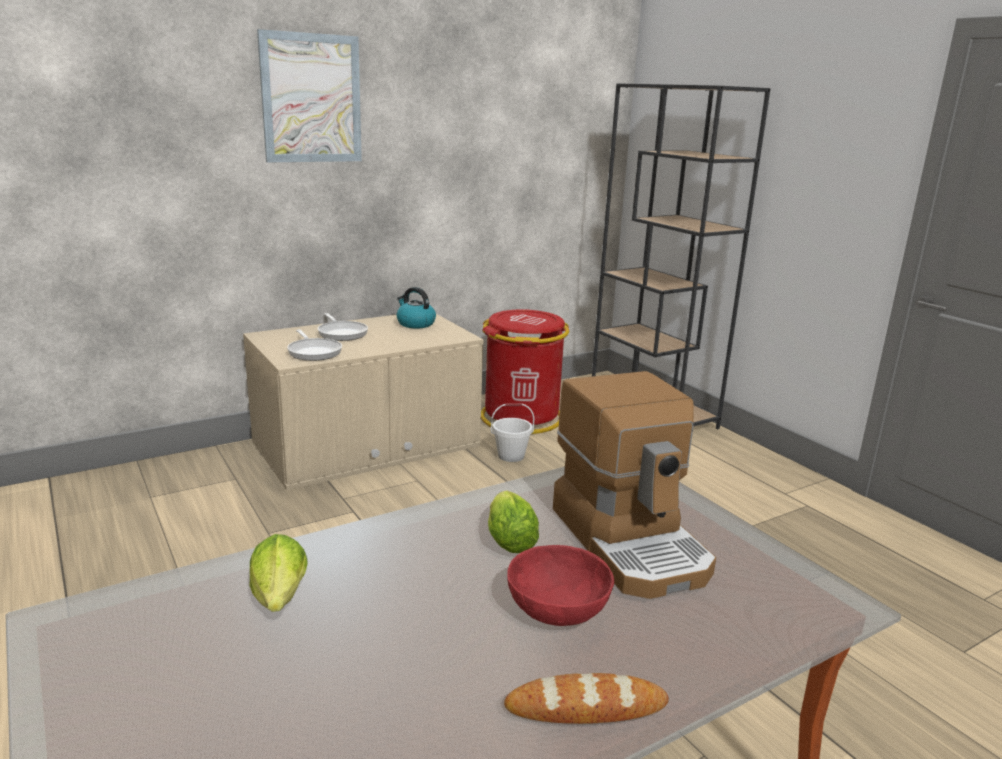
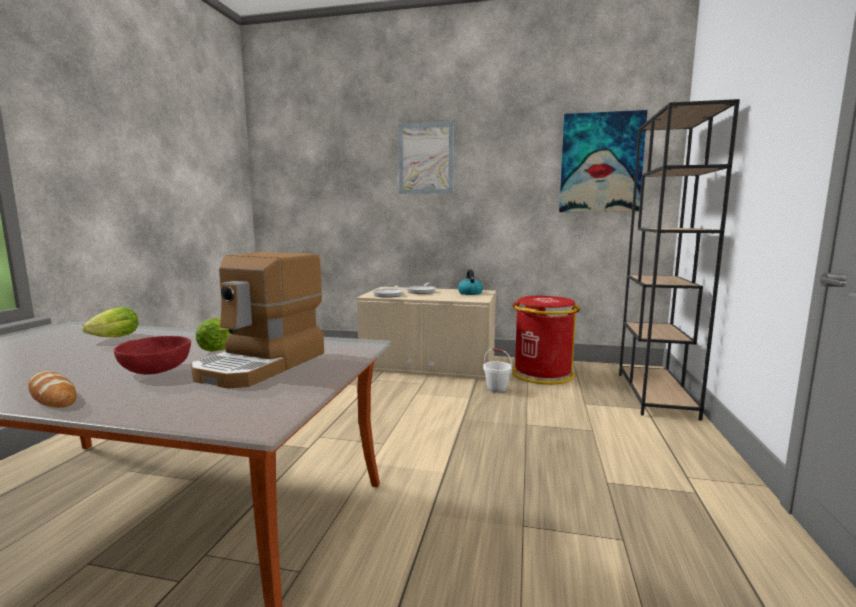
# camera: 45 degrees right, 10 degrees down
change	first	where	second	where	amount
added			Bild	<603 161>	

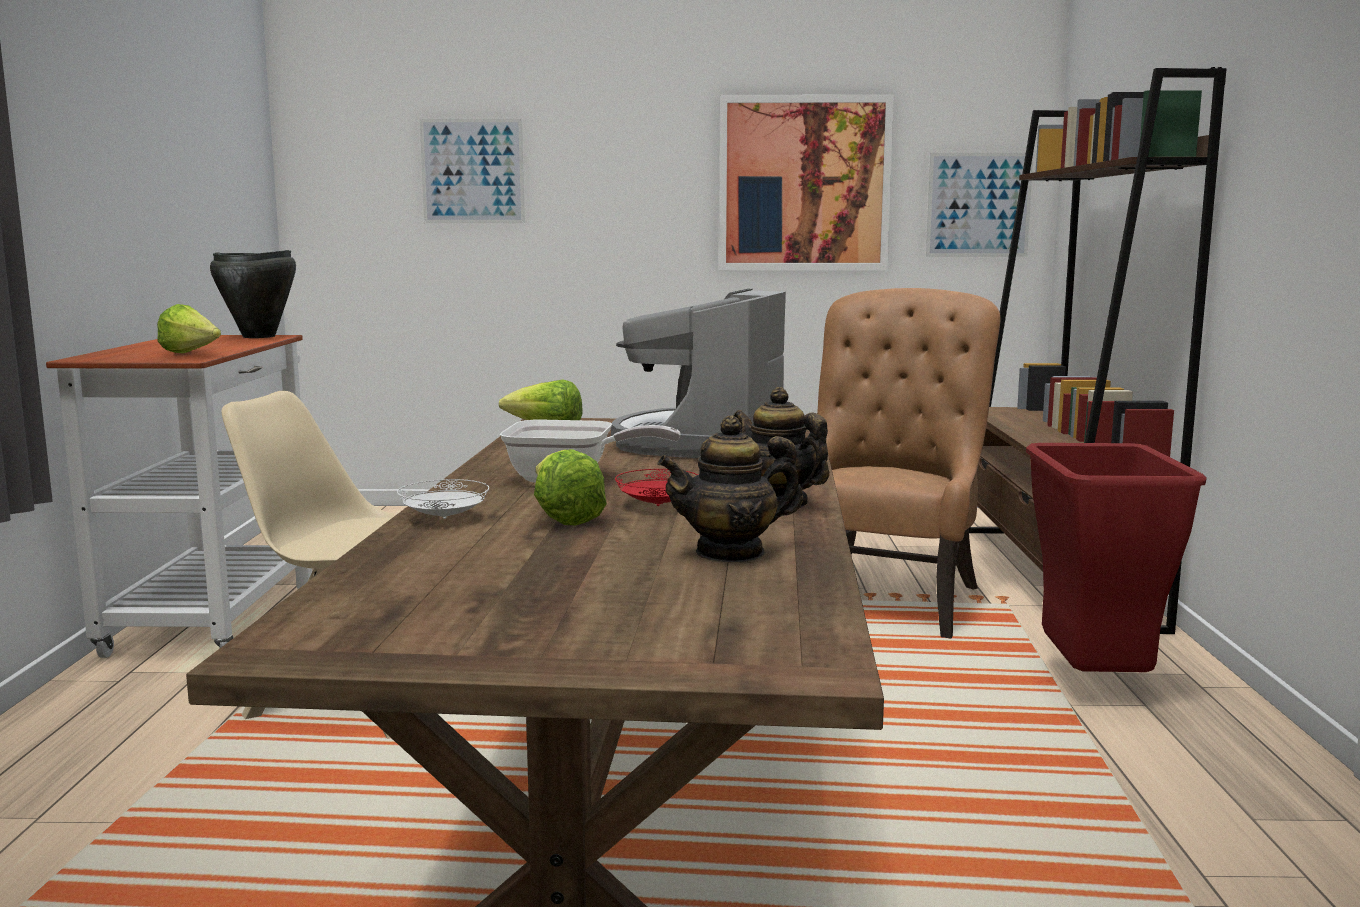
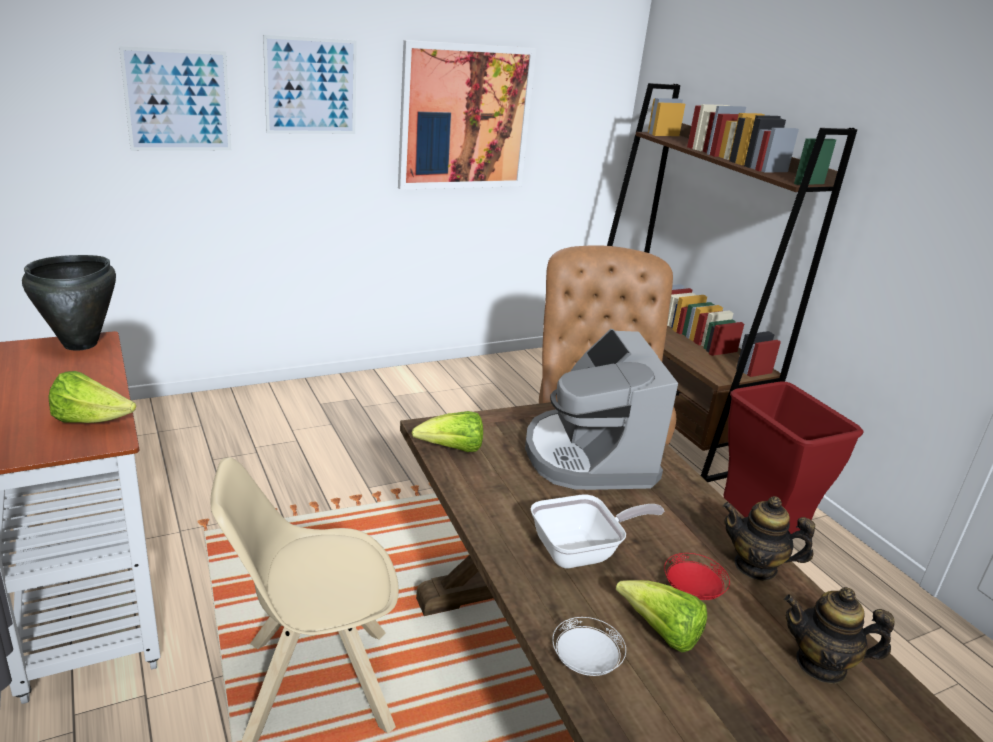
# camera: 30 degrees left, 15 degrees up
change	first	where	second	where	amount
moved	Bild	<979 205>		<310 84>	
turned	Teekanne	<730 489>		<839 635>	60 degrees clockwise

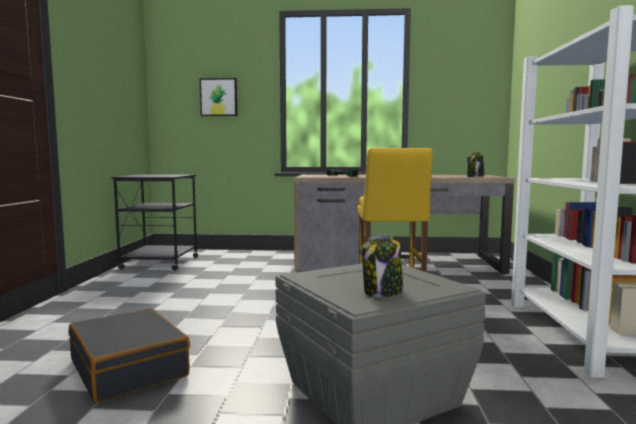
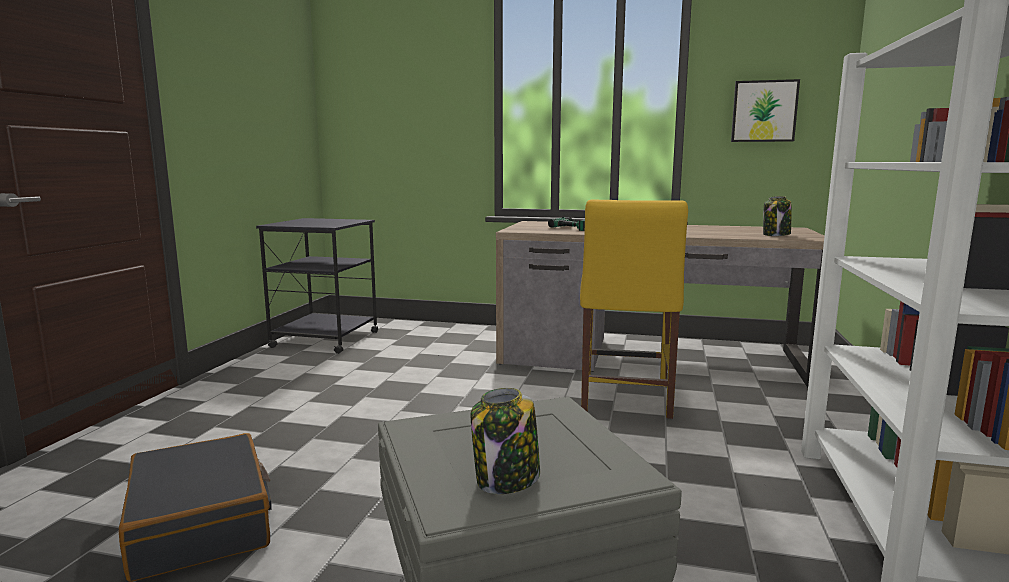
# camera: 10 degrees right, 5 degrees up
change	first	where	second	where	amount
moved	Bild	<218 97>		<765 110>	

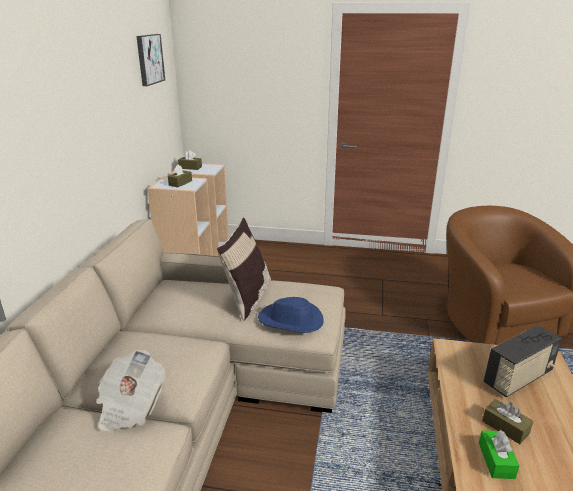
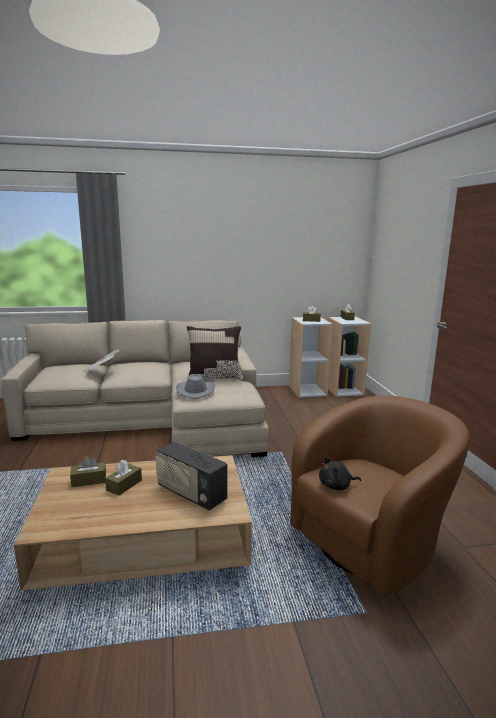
# camera: 70 degrees right, 10 degrees down
change	first	where	second	where	amount
removed	Bild	<150 60>			
added			Plüschtier (schwarz)	<340 473>	
recoloured	Hut (blau)	<291 315>	Hut (grau)	<195 386>	
recoloured	Taschentuchbox (grün)	<499 454>	Taschentuchbox (braun)	<88 472>	

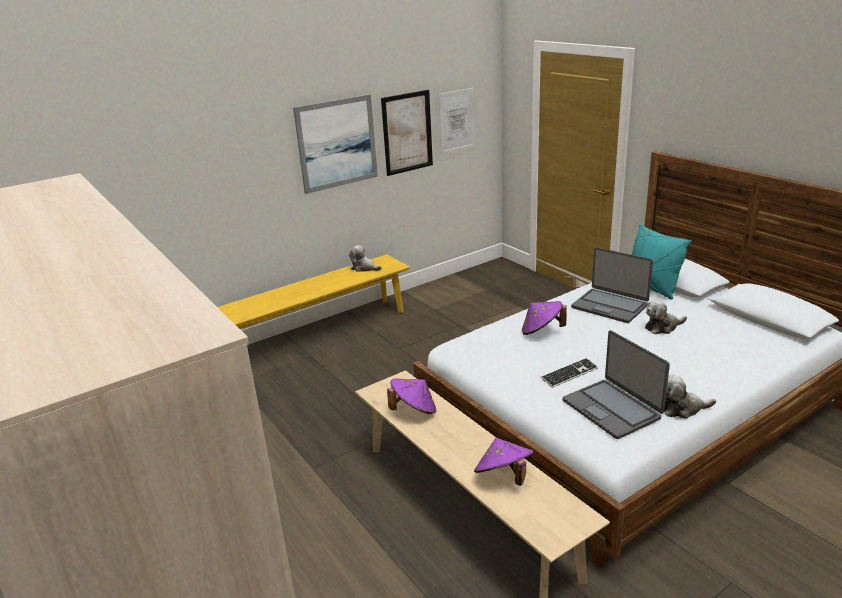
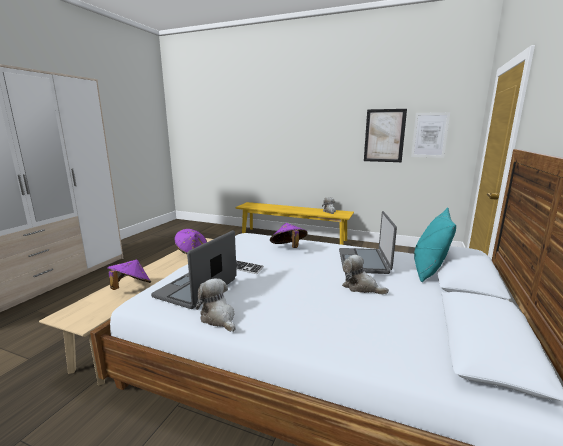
# camera: 55 degrees right, 10 degrees down
change	first	where	second	where	amount
removed	Bild	<335 144>			

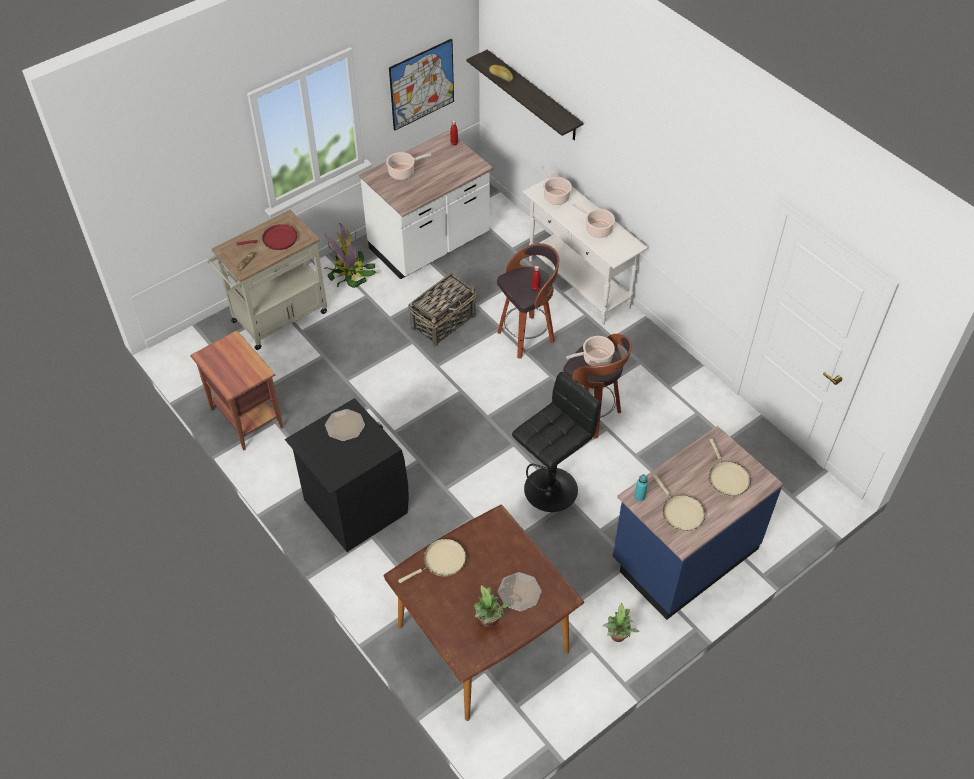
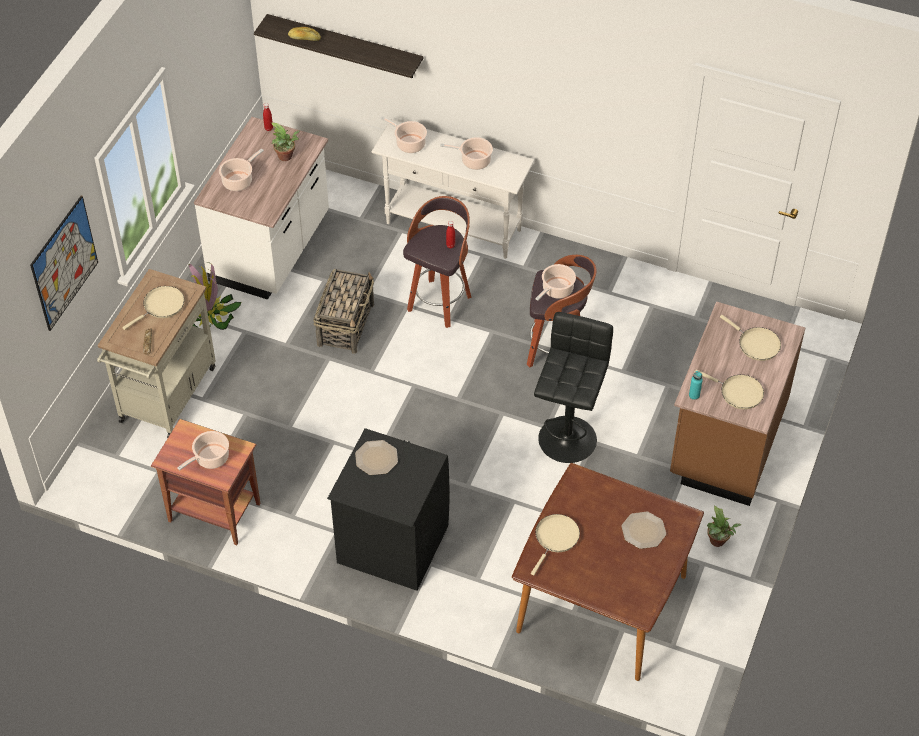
# camera: 30 degrees left, 0 degrees up
change	first	where	second	where	amount
added			Kochtopf	<203 450>	
moved	Bild	<421 85>		<64 263>	
moved	Topfpflanze	<492 606>		<285 142>	
recoloured	Pfanne (rot)	<266 237>	Pfanne (beige)	<153 308>	
recoloured	Küchenzeile (blau)	<698 523>	Küchenzeile (braun)	<737 404>	

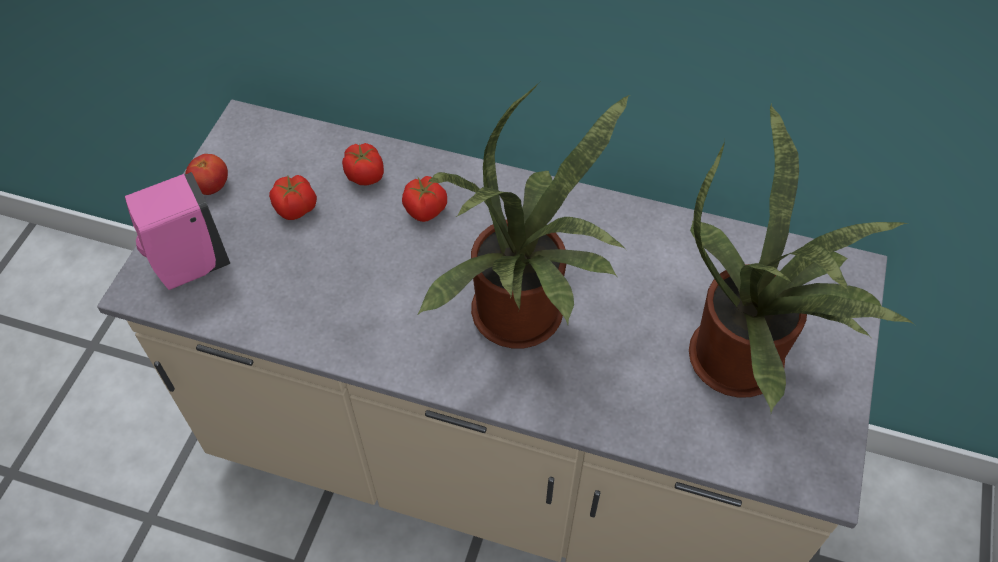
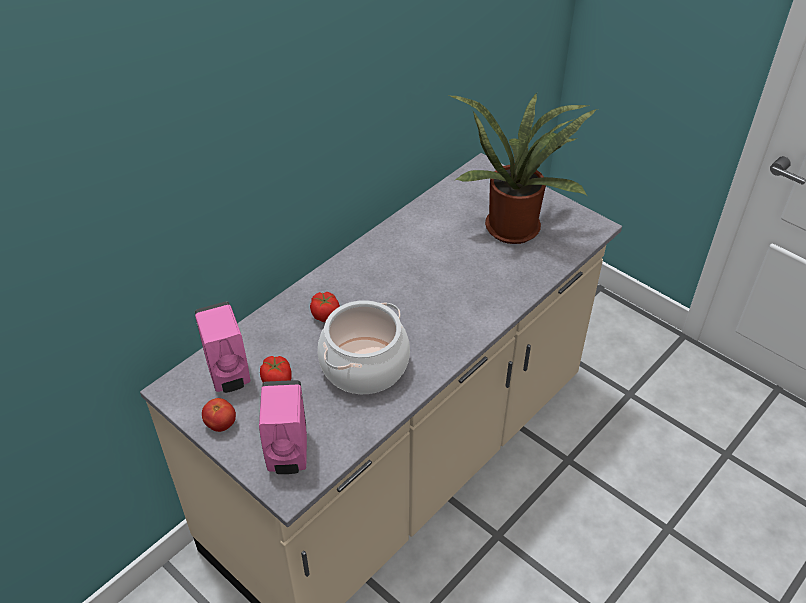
# camera: 65 degrees left, 10 degrees down
change	first	where	second	where	amount
removed	Tomate	<363 164>			
removed	Topfpflanze	<524 216>			
added			Seifenspender (rosa)	<223 347>	
added			Kochtopf	<364 347>	

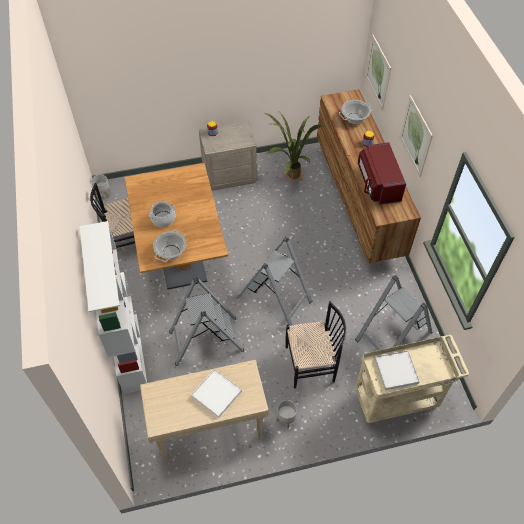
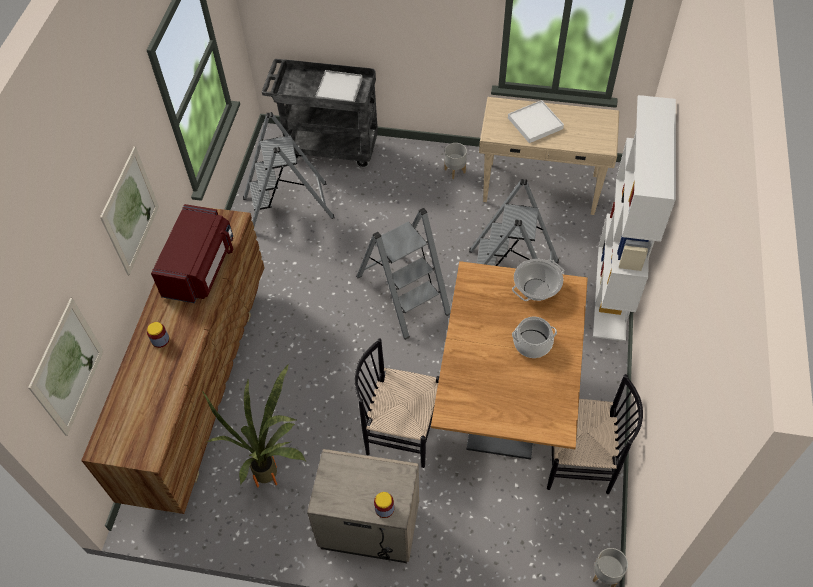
# camera: 155 degrees left, 0 degrees up
change	first	where	second	where	amount
removed	Kochtopf	<356 112>			
moved	Stuhl (schwarz)	<316 344>		<396 403>	
recoloured	Rollwagen (beige)	<412 379>	Rollwagen (schwarz)	<320 113>	

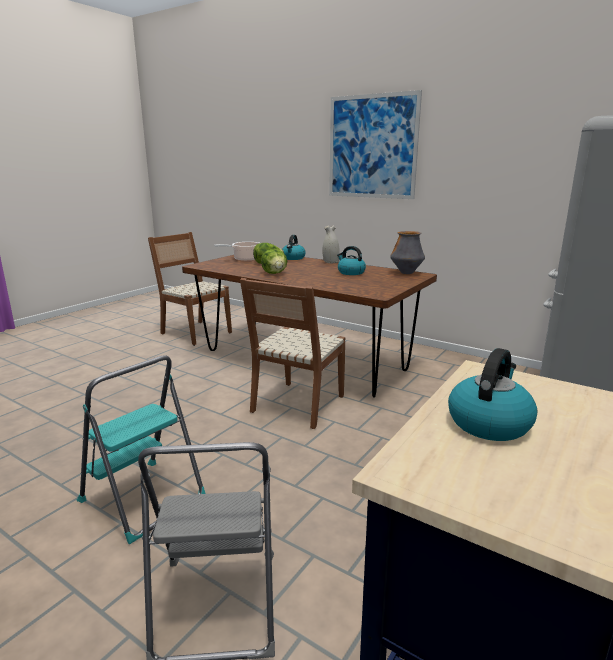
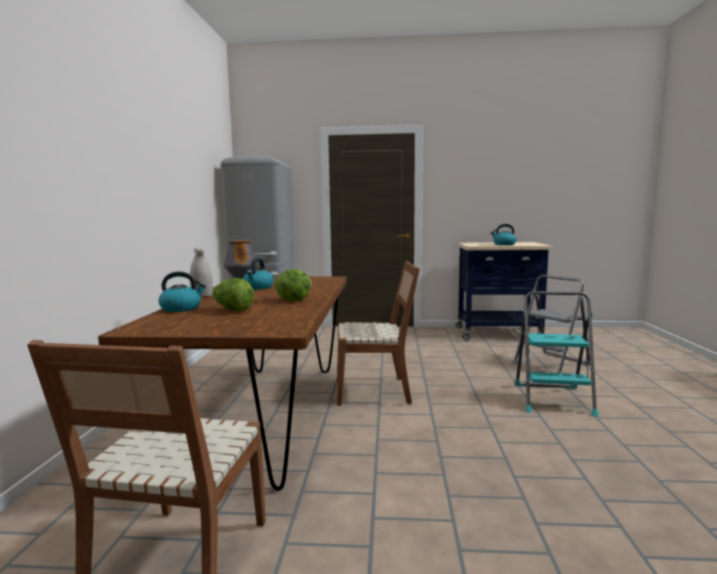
# camera: 120 degrees left, 10 degrees down
change	first	where	second	where	amount
removed	Kochtopf	<236 251>			
removed	Bild	<375 144>			

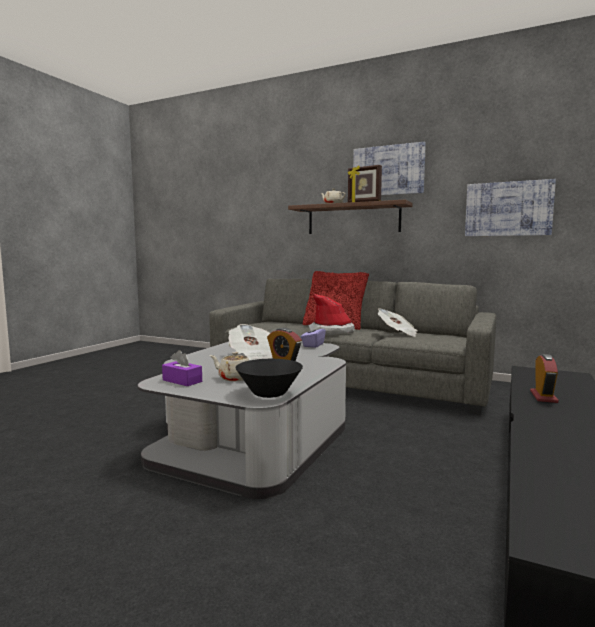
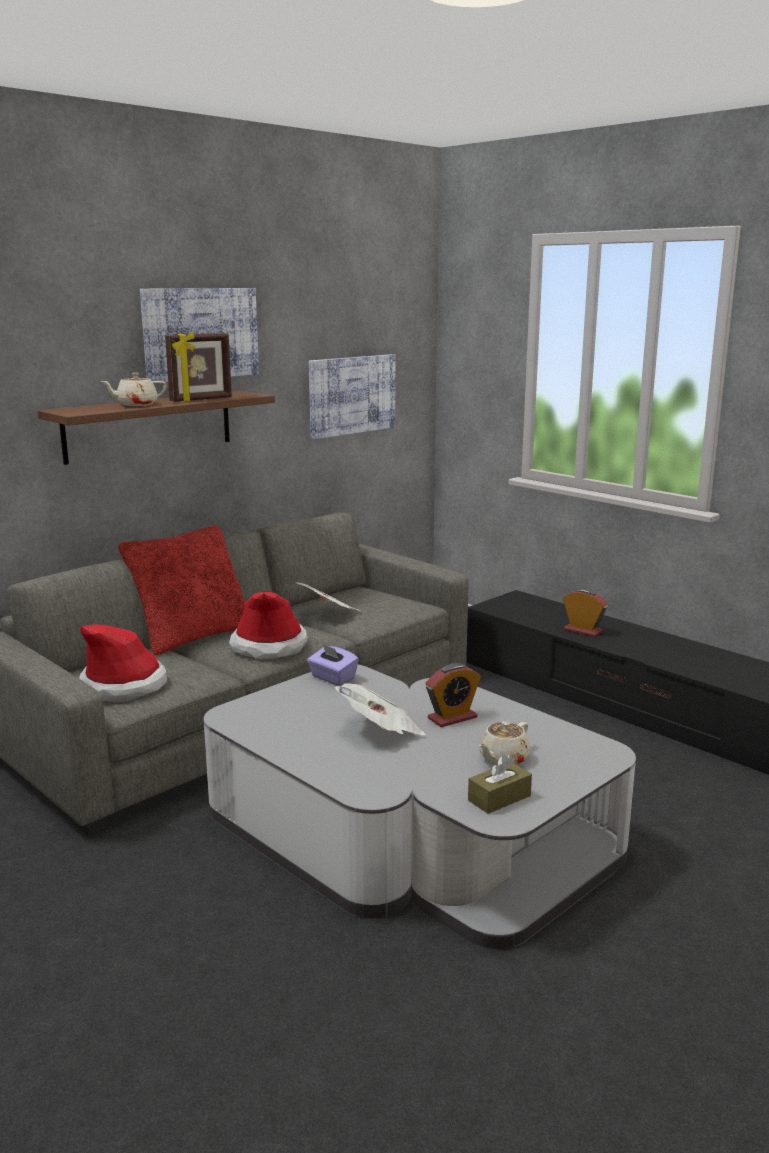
# camera: 70 degrees left, 10 degrees up
change	first	where	second	where	amount
removed	Schüssel (schwarz)	<269 378>			
added			Hut	<123 663>	
recoloured	Taschentuchbox (lila)	<182 368>	Taschentuchbox (braun)	<500 784>	

